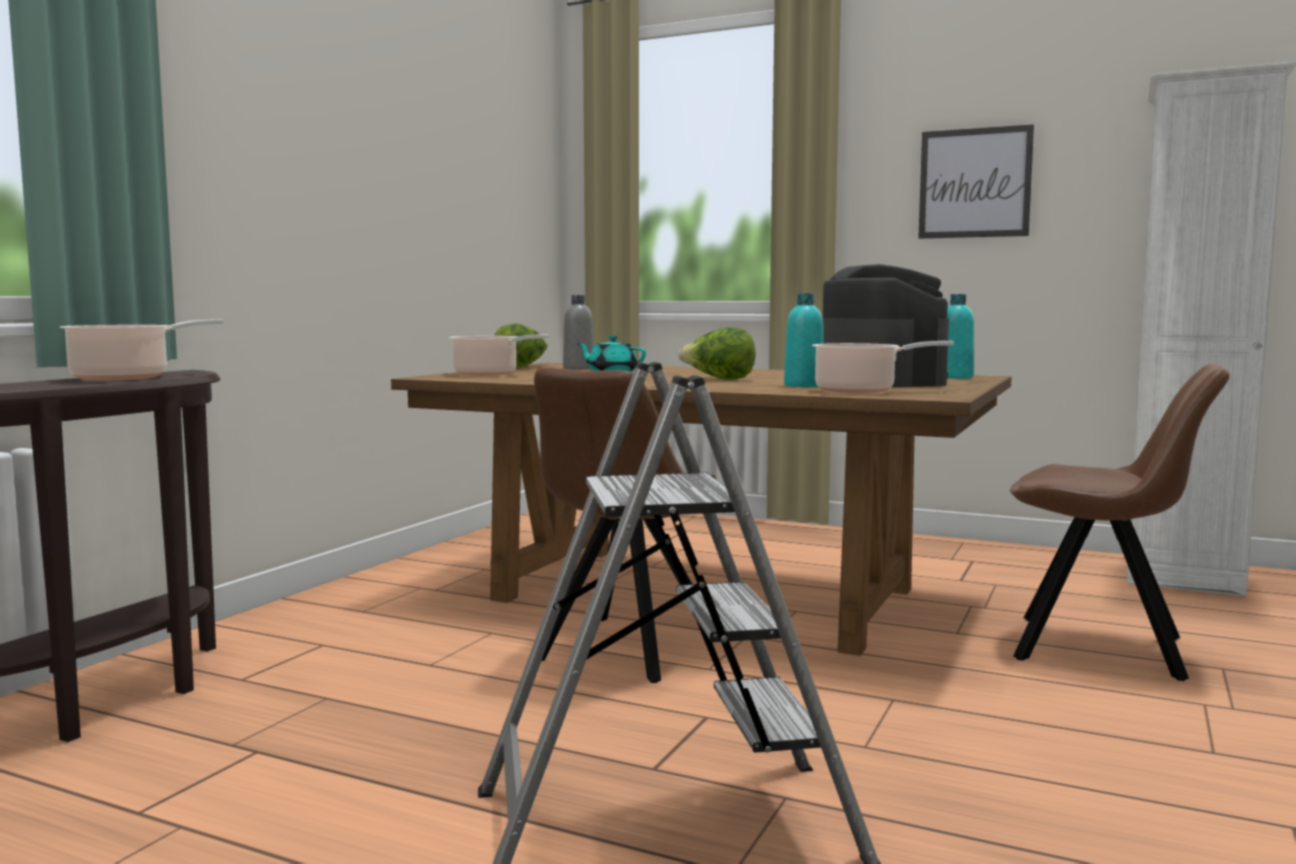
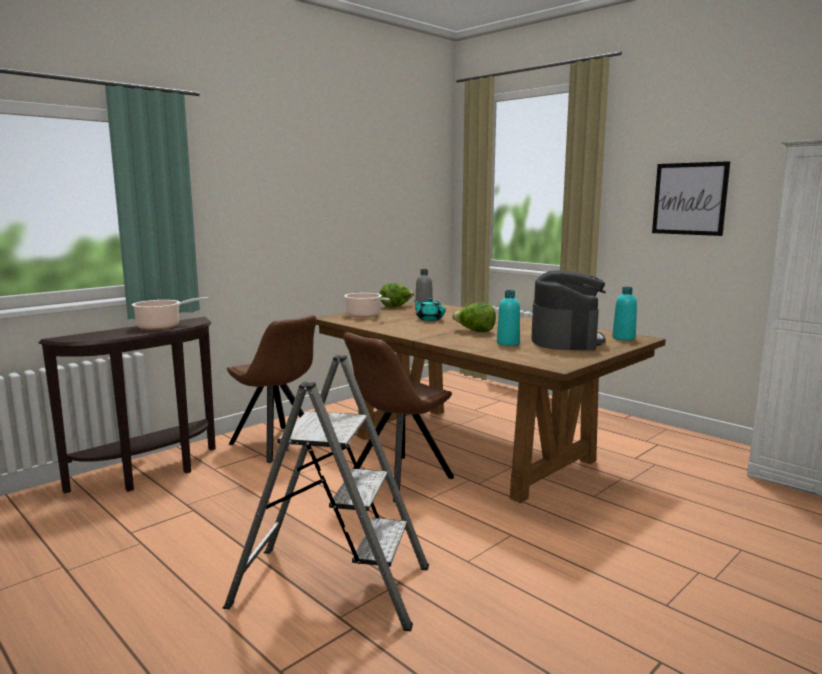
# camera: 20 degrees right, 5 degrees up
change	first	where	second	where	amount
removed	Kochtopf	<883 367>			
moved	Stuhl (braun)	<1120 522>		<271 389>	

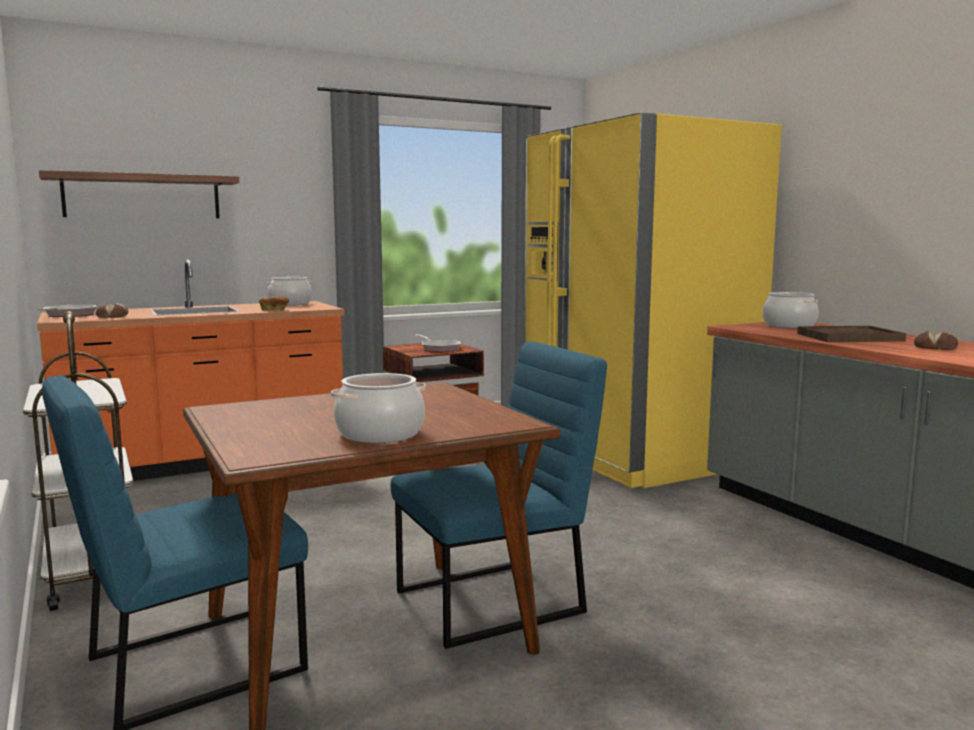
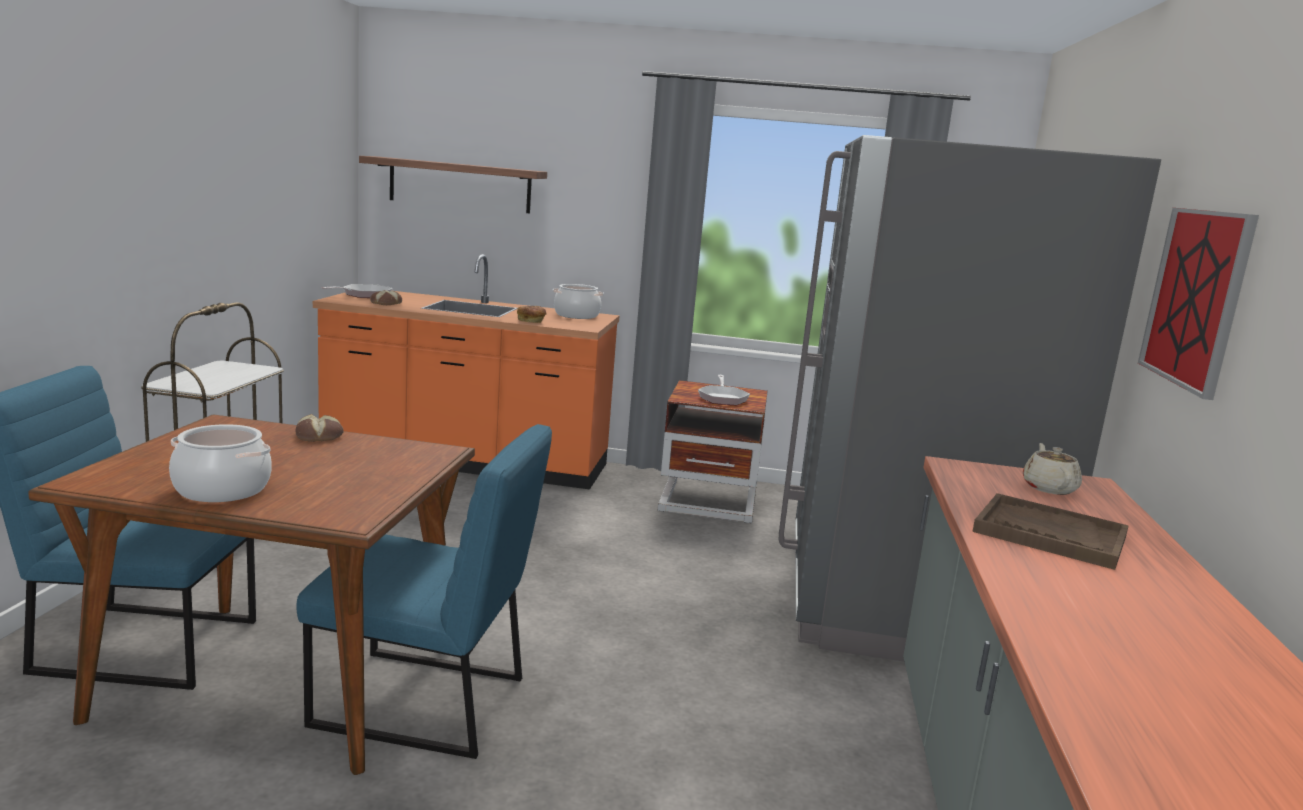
# camera: 35 degrees right, 5 degrees up
change	first	where	second	where	amount
added			Bild	<1198 304>	
moved	Brot	<936 340>		<320 428>	
replaced	Kochtopf	<791 310>	Teekanne (beige)	<1052 469>	
recoloured	Kühlschrank (gelb)	<653 300>	Kühlschrank (grau)	<969 398>	

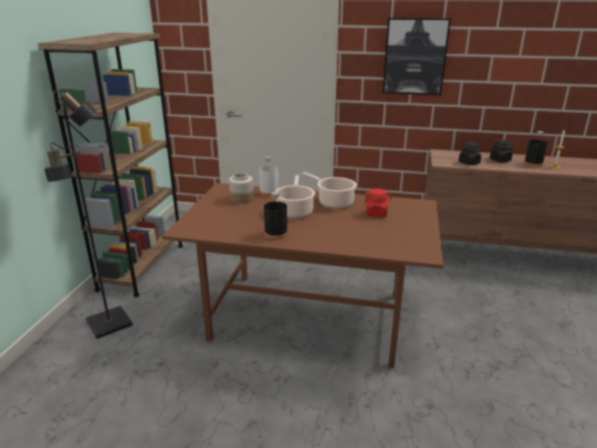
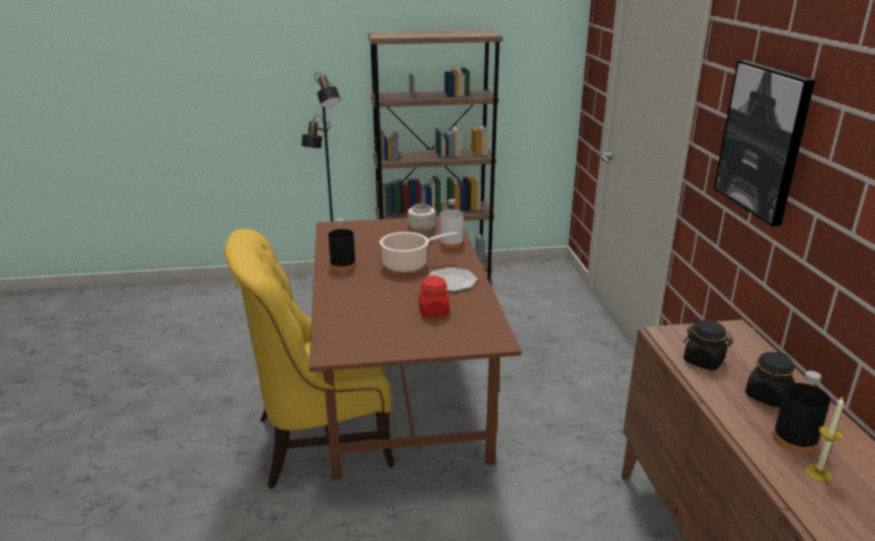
# camera: 70 degrees right, 0 degrees up
change	first	where	second	where	amount
added			Stuhl (gelb)	<309 359>	
replaced	Kochtopf	<329 190>	Teller	<453 280>	

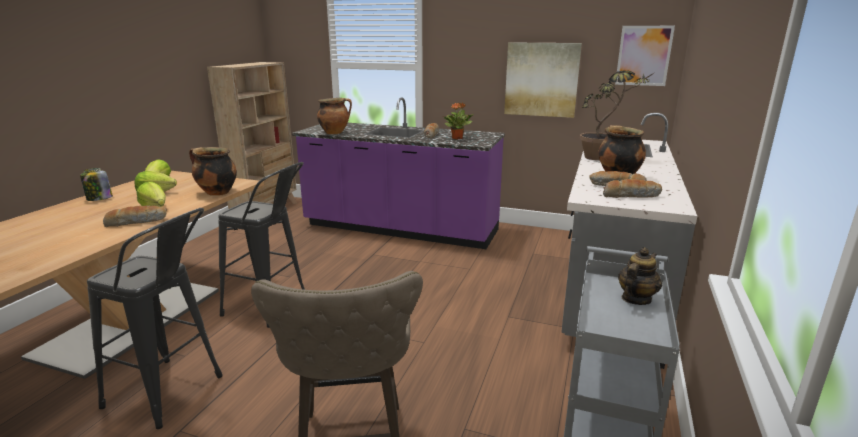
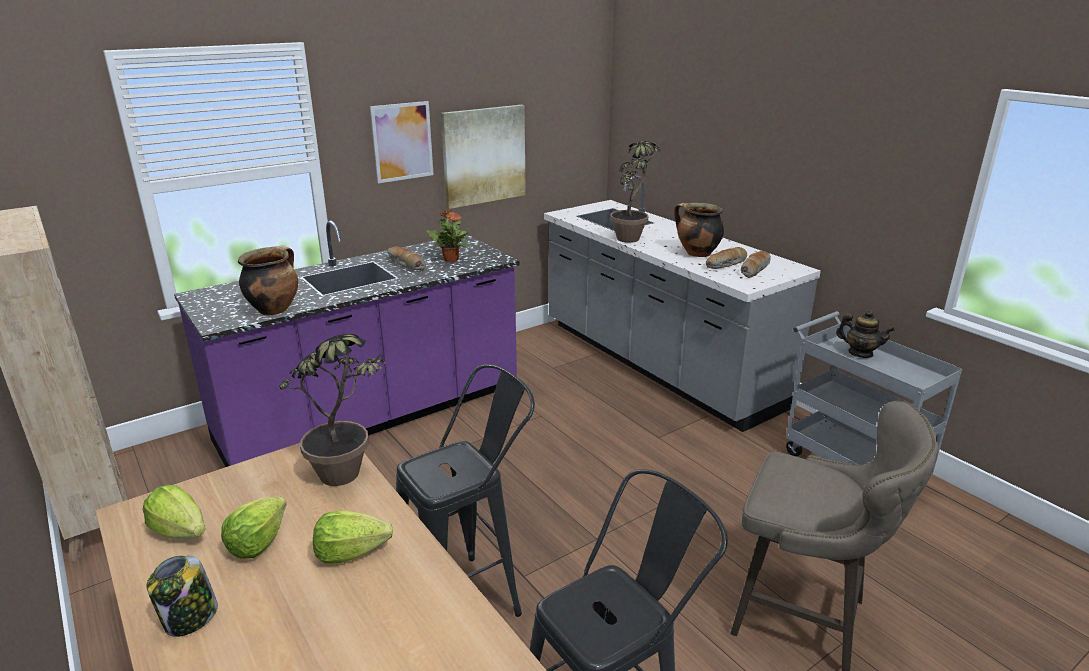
# camera: 55 degrees left, 5 degrees up
change	first	where	second	where	amount
removed	Brot	<135 216>			
moved	Bild	<645 56>		<402 142>	
replaced	Kochtopf	<213 171>	Topfpflanze	<333 410>	
turned	Teekanne	<640 276>		<865 334>	135 degrees clockwise

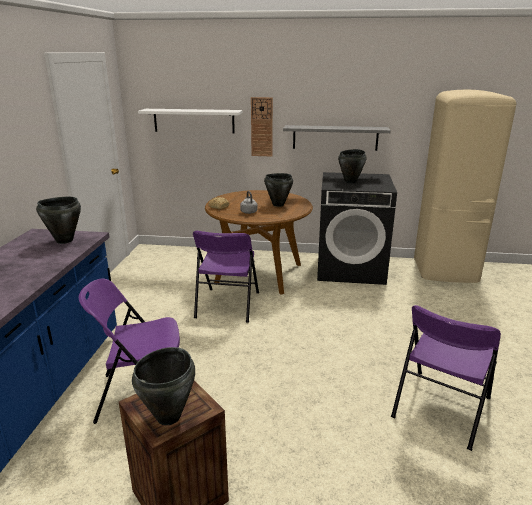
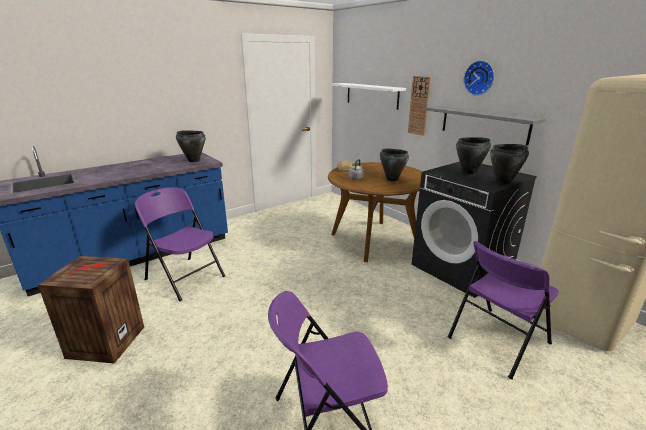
# camera: 45 degrees right, 0 degrees up
change	first	where	second	where	amount
added			Wanduhr	<479 78>	
moved	Kochtopf (schwarz)	<163 386>		<509 164>	
moved	Stuhl (lila)	<226 277>		<503 310>	

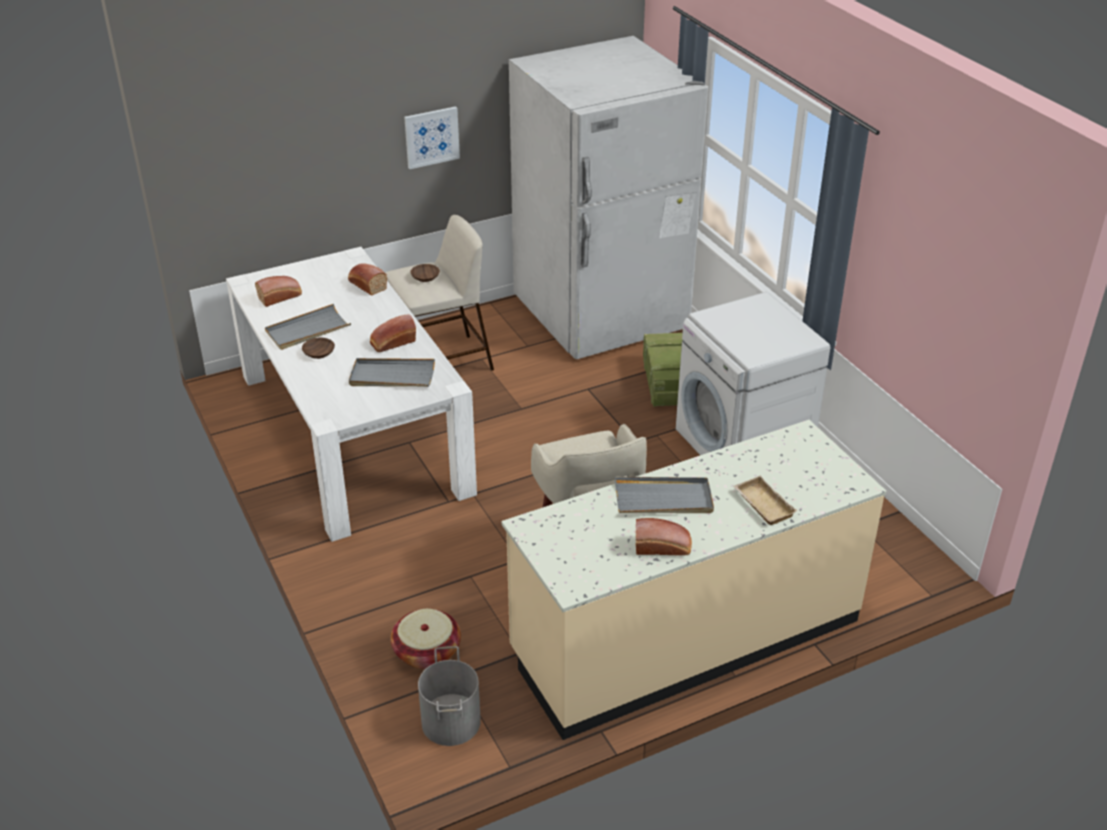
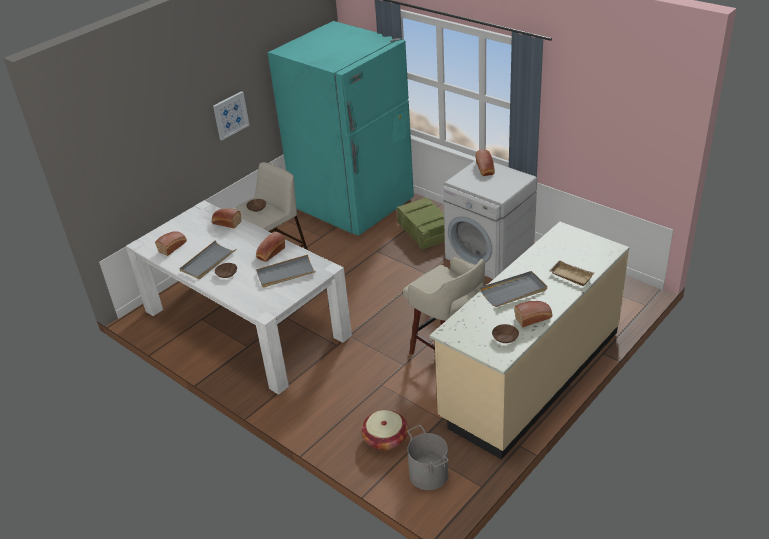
# camera: 20 degrees left, 0 degrees up
change	first	where	second	where	amount
added			Brot	<485 162>	
added			Schüssel (braun)	<505 333>	
recoloured	Kühlschrank (weiß)	<608 197>	Kühlschrank (türkis)	<341 128>	

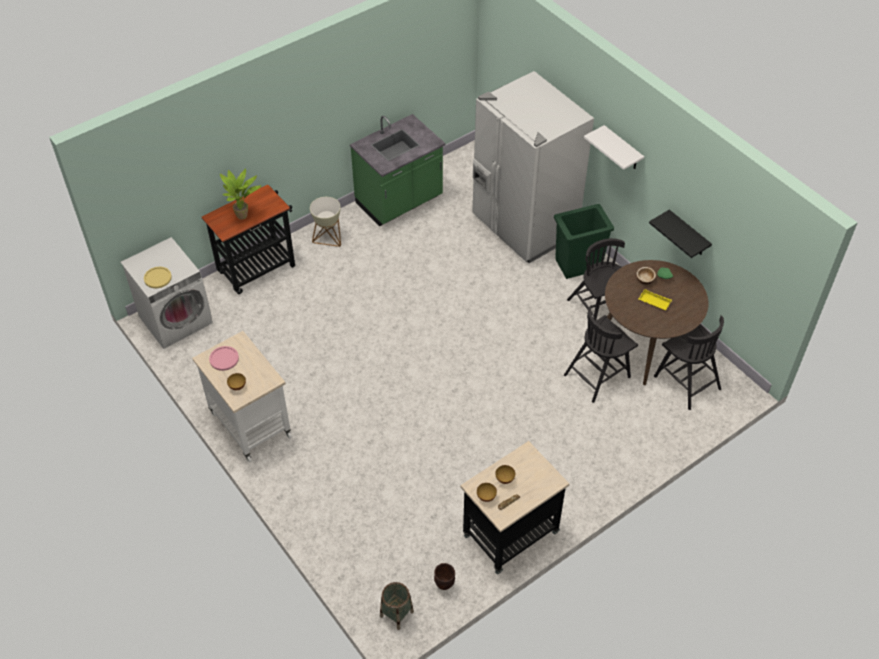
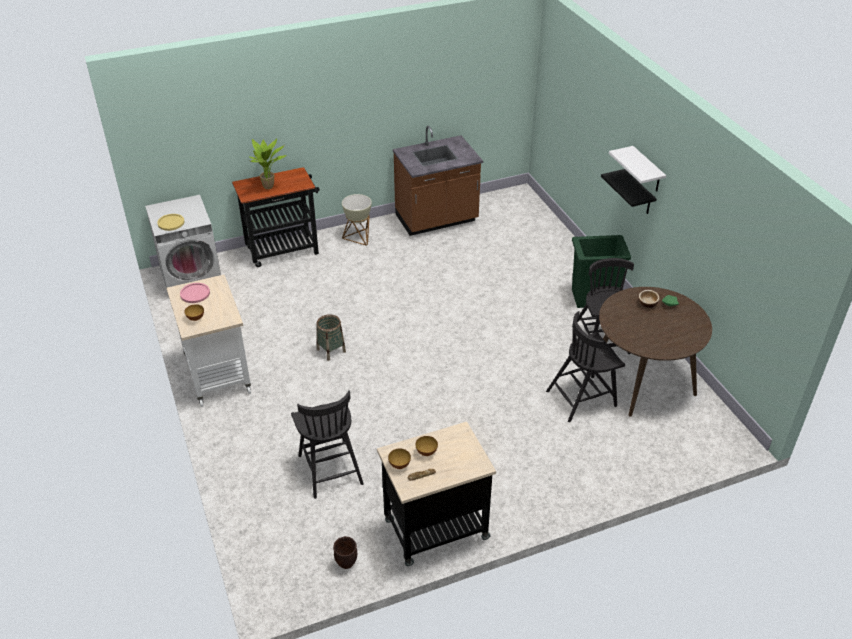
# camera: 15 degrees right, 10 degrees down
change	first	where	second	where	amount
removed	Kühlschrank (weiß)	<533 167>			
removed	Tablett (gelb)	<655 300>			
moved	Korb	<397 606>		<331 337>	
moved	Wandregal (schwarz)	<680 234>		<628 191>	
moved	Stuhl (schwarz)	<689 363>		<327 444>	
recoloured	Küchenzeile (grün)	<398 170>	Küchenzeile (braun)	<438 181>	

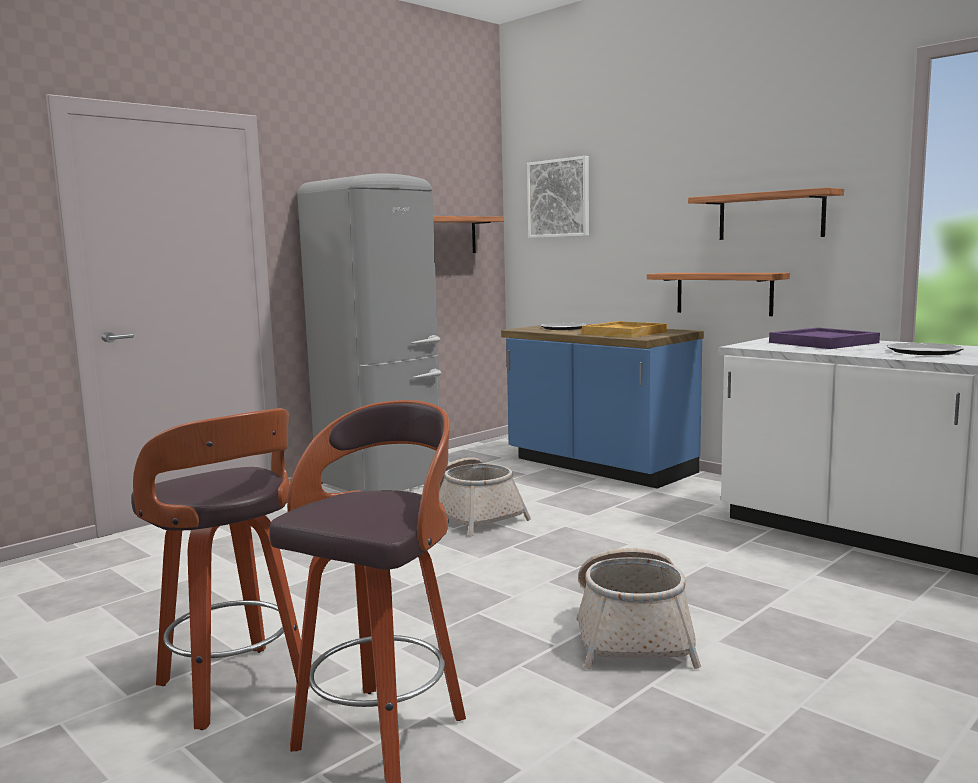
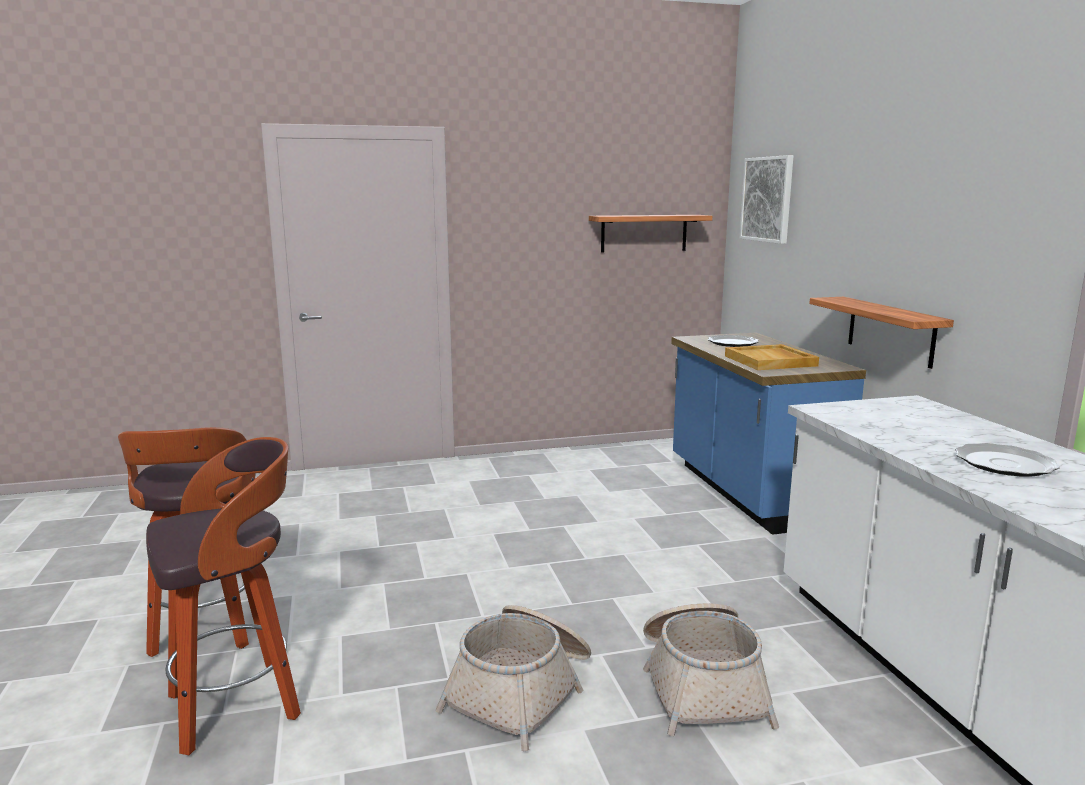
# camera: 30 degrees right, 5 degrees up
change	first	where	second	where	amount
removed	Kühlschrank (grau)	<369 332>			
removed	Wandregal	<766 214>			
removed	Tablett (lila)	<824 338>			
moved	Korb	<485 497>		<711 670>	

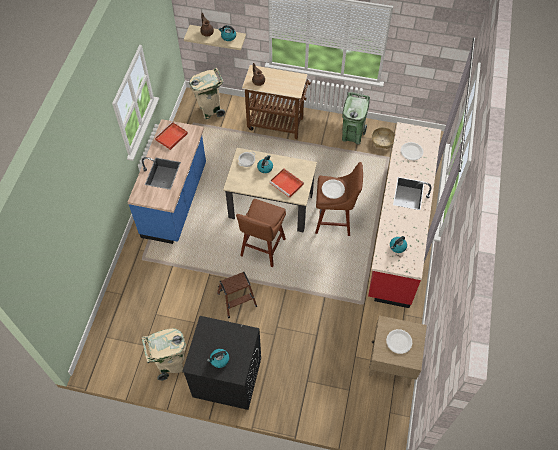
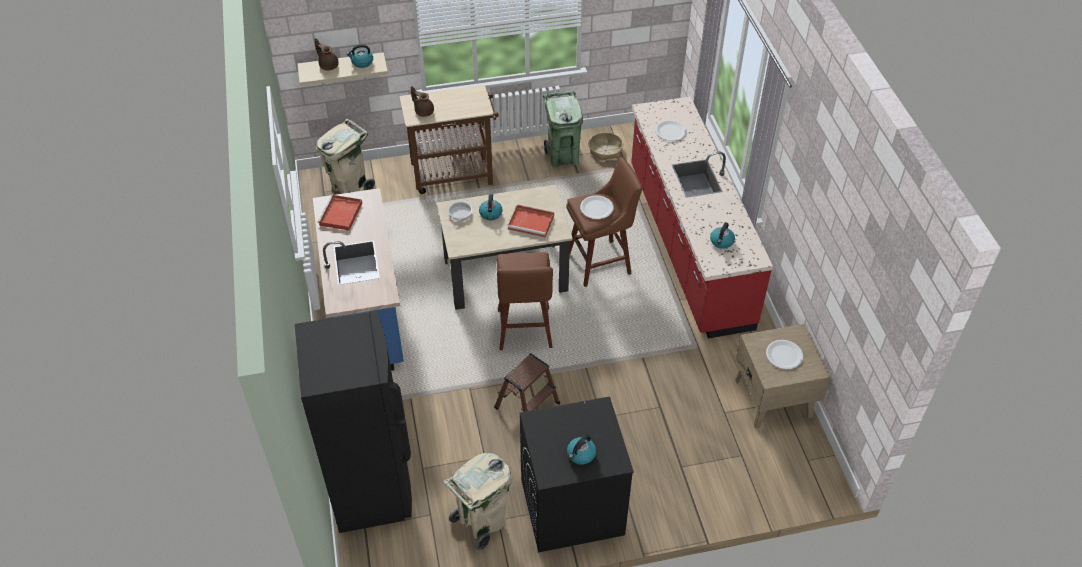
# camera: 25 degrees left, 10 degrees down
change	first	where	second	where	amount
added			Kühlschrank (schwarz)	<353 422>	

